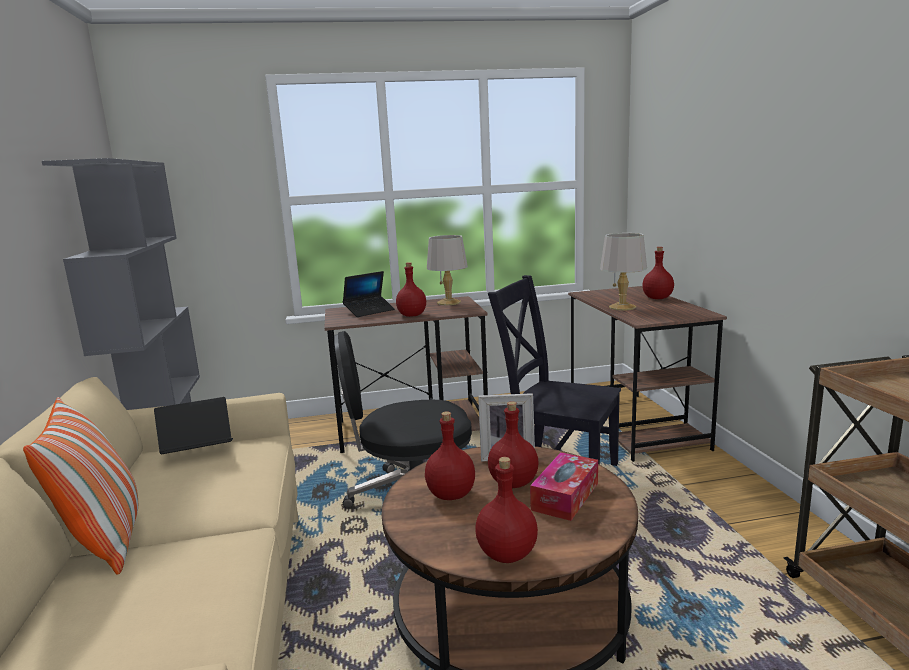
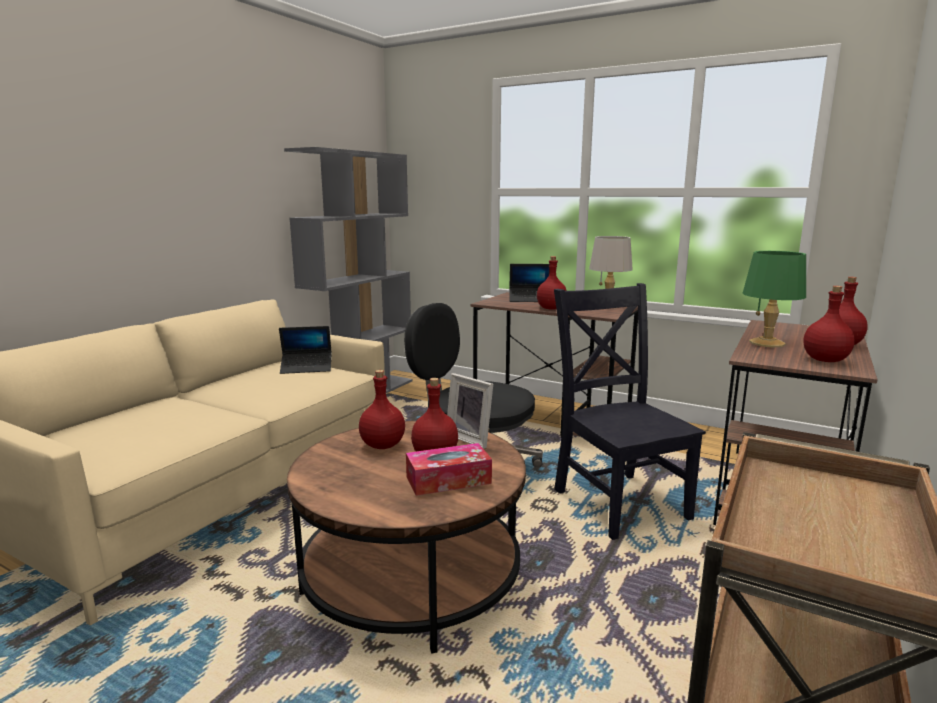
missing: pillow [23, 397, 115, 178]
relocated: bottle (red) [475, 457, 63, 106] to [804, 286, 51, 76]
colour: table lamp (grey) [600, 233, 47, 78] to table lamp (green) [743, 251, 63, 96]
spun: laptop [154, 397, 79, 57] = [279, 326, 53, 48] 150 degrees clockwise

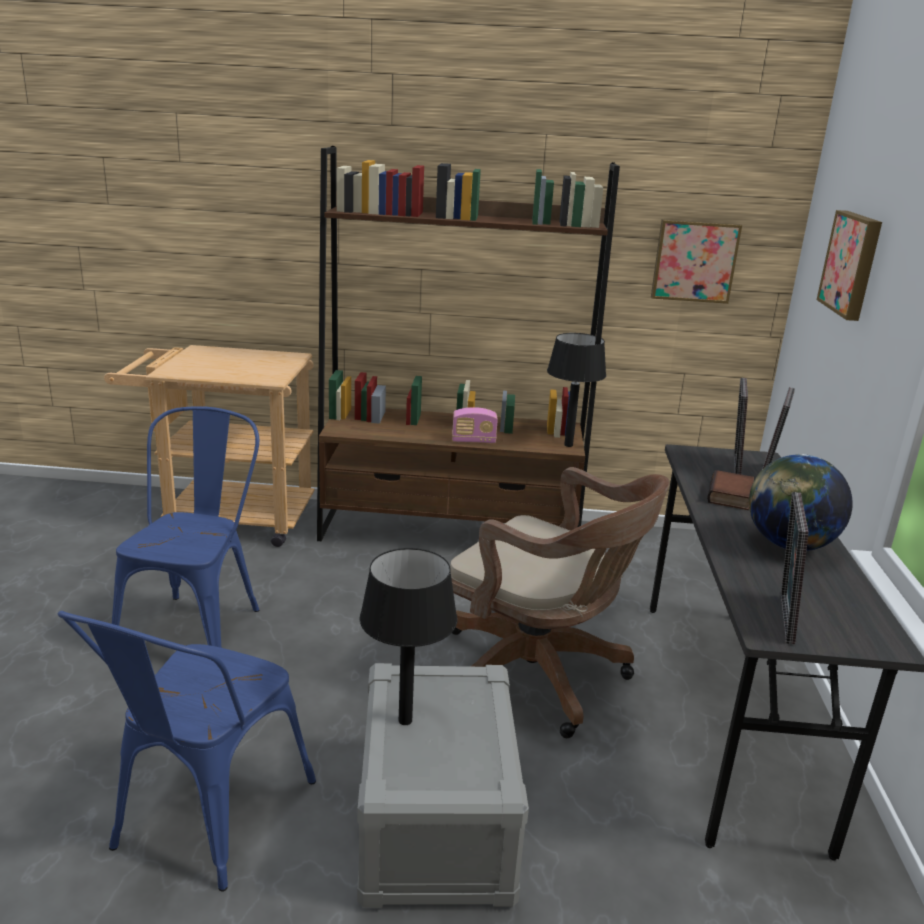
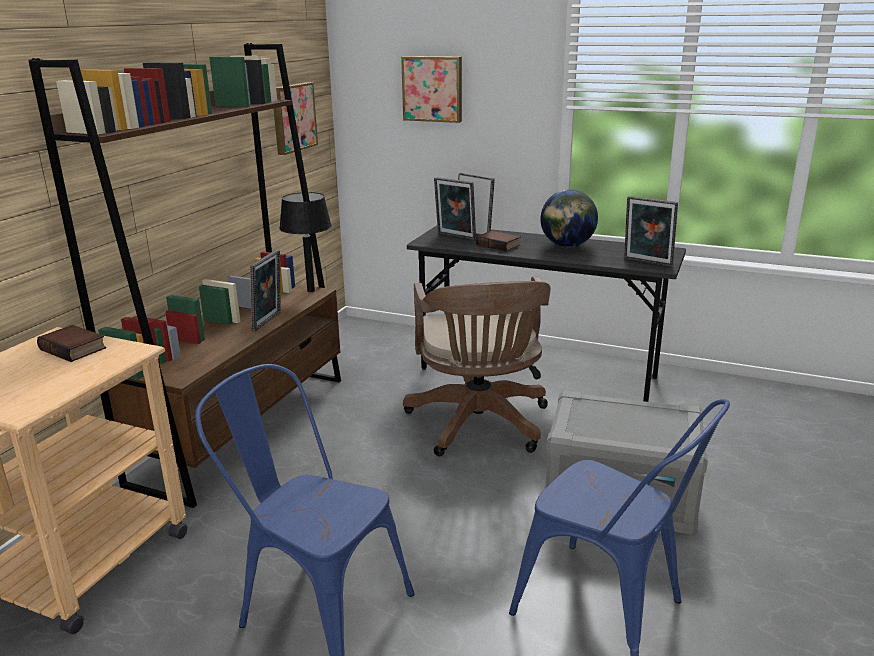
missing: table lamp (black) [359, 548, 98, 177]
appeared: book [37, 325, 69, 37]
exchanged: radio [452, 407, 46, 36] to picture frame [250, 250, 31, 81]
spun: office chair (brown) [450, 467, 220, 271] = [403, 276, 147, 181] 120 degrees clockwise

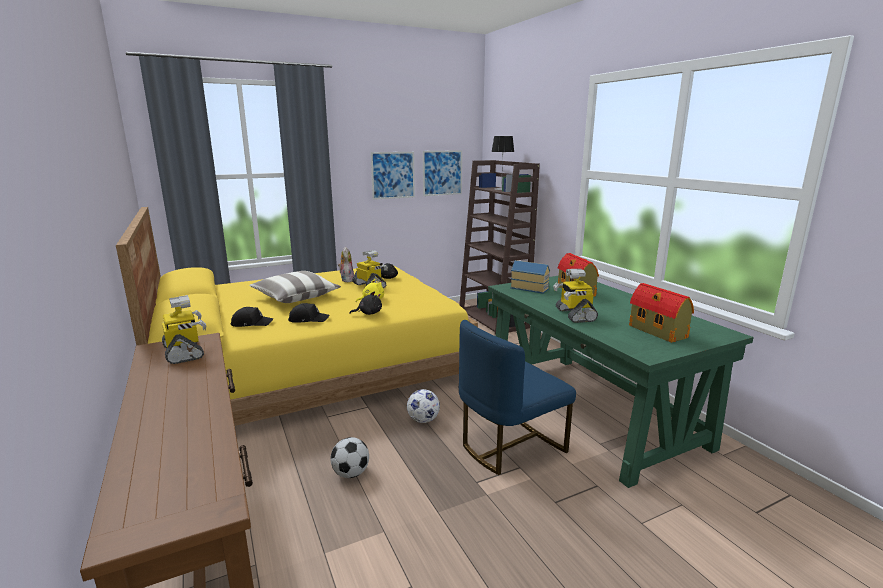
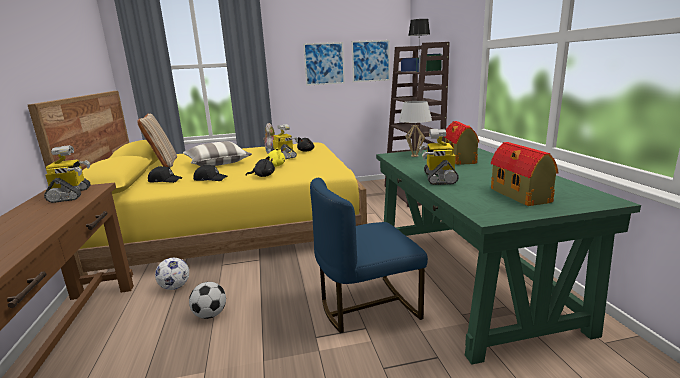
appeared: pillow (beige) [137, 114, 40, 54]
relocated: football [407, 389, 33, 34] to [155, 258, 34, 32]
exchanged: toy house [510, 260, 40, 34] to table lamp (white) [399, 101, 33, 56]

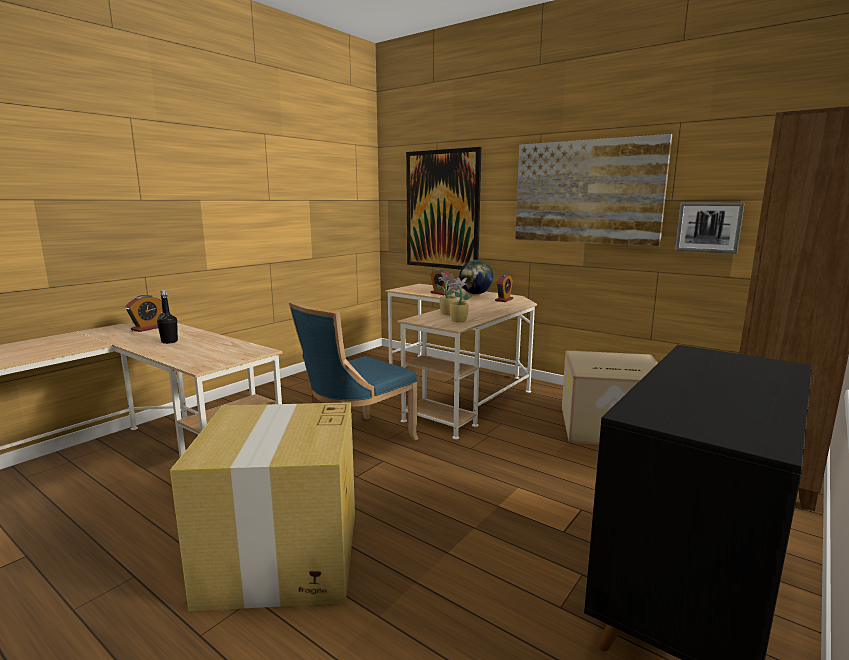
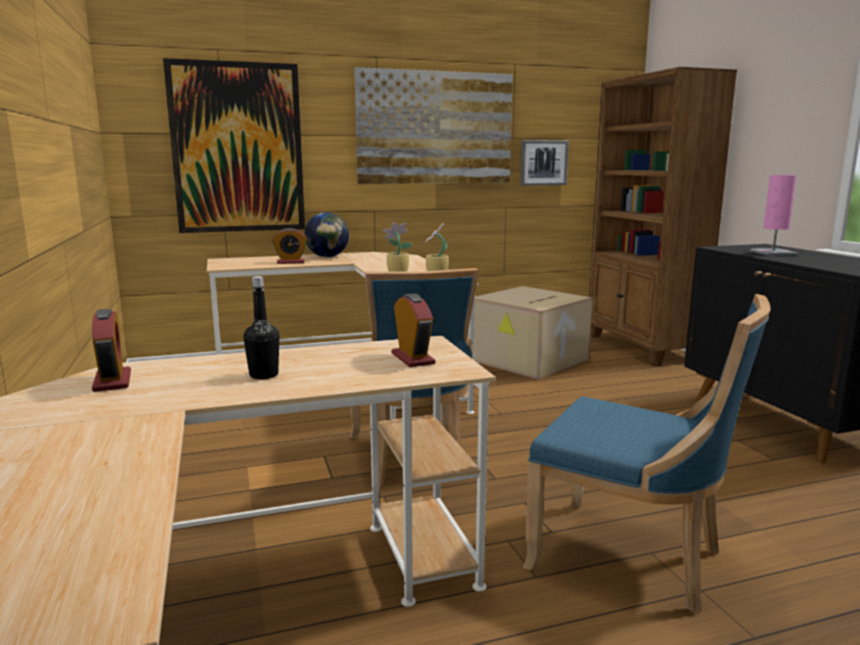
appeared: table lamp (pink) [750, 175, 47, 80]
relocated: alarm clock [495, 274, 18, 28] to [391, 293, 45, 74]
exchanged: cardboard box [170, 402, 185, 209] to chair (blue) [523, 294, 247, 320]

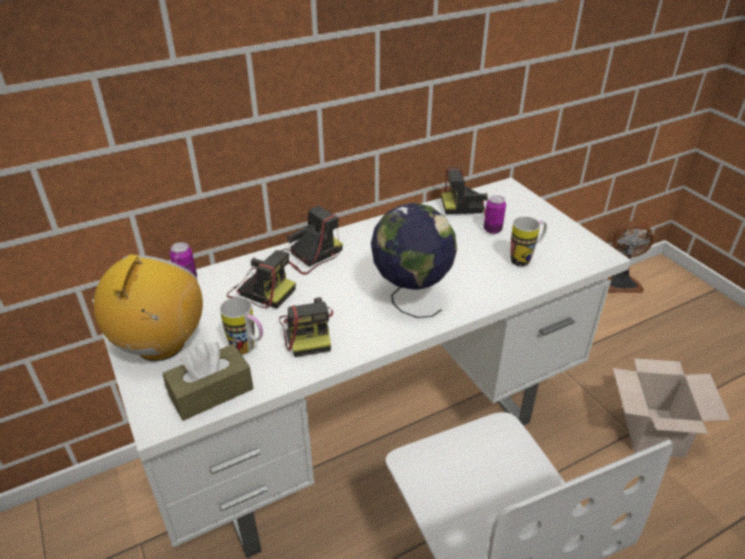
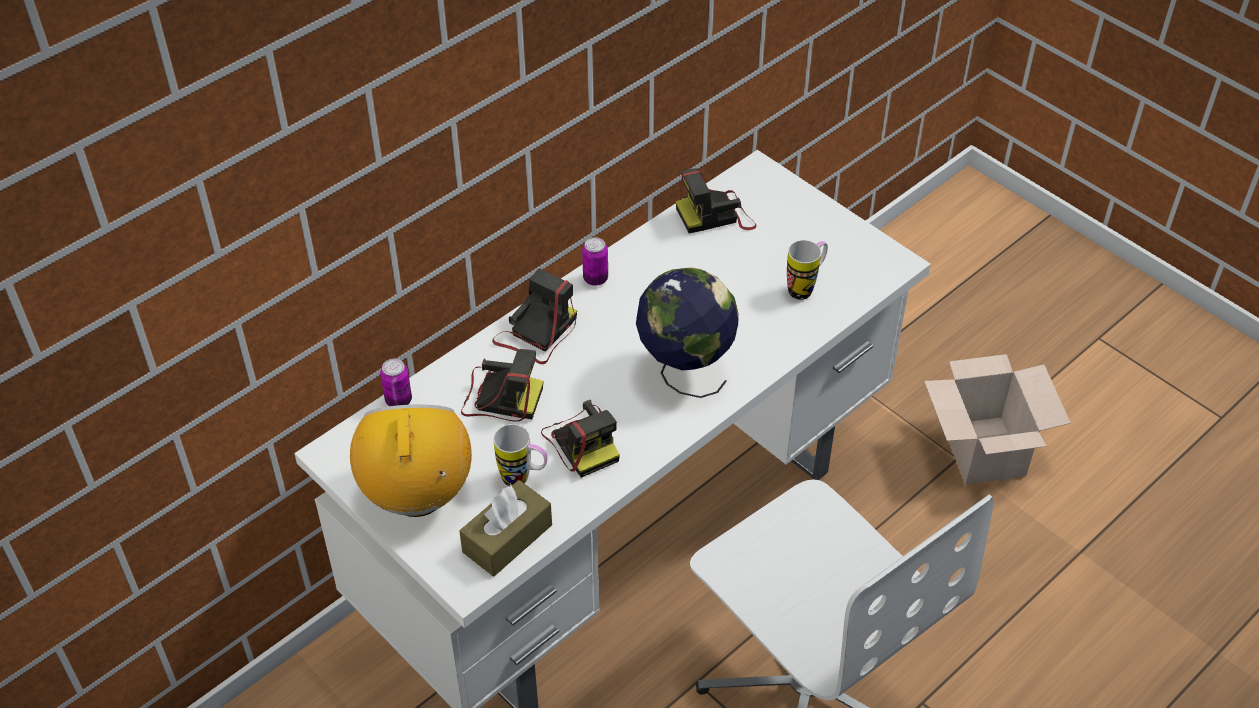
missing: fan [608, 221, 46, 72]
relocated: can [484, 195, 22, 39] to [582, 237, 26, 49]

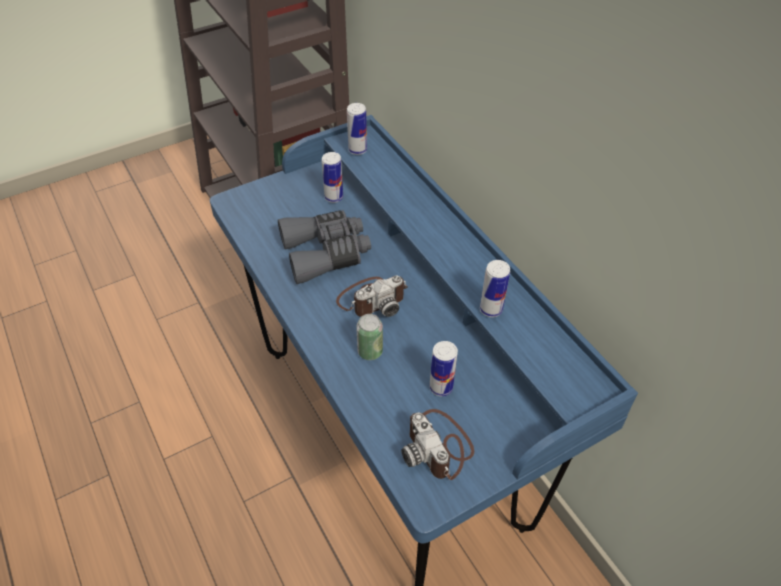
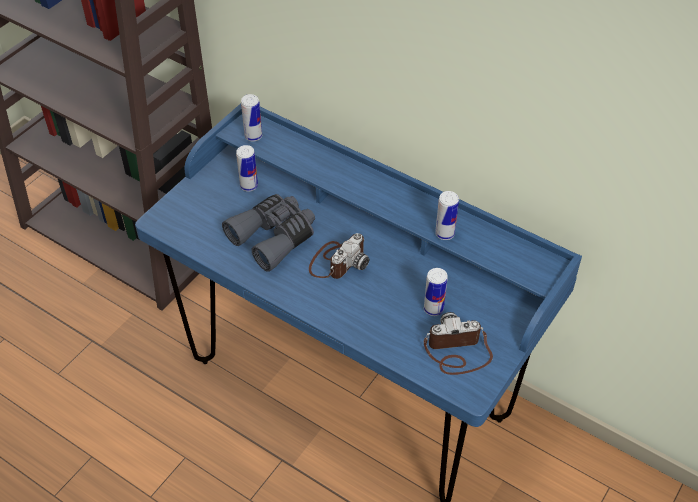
missing: can [356, 314, 27, 46]
spun: photo camera [401, 409, 73, 71] = [424, 312, 69, 63] 135 degrees clockwise

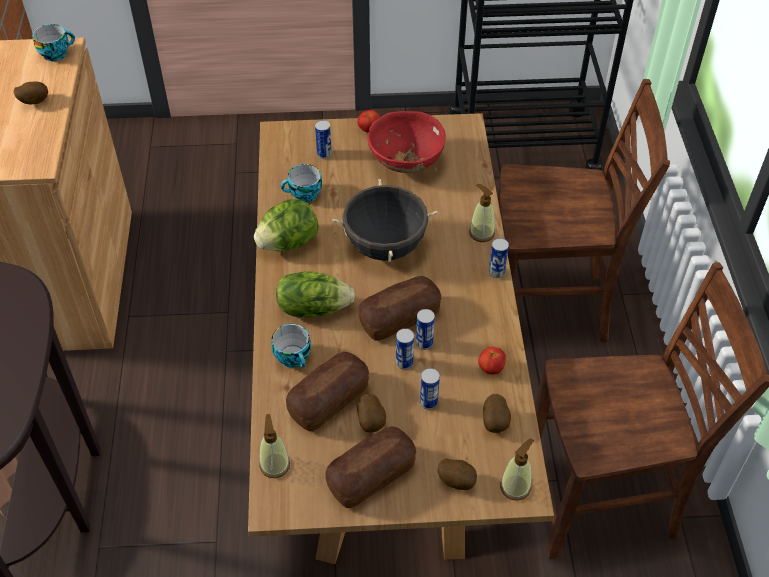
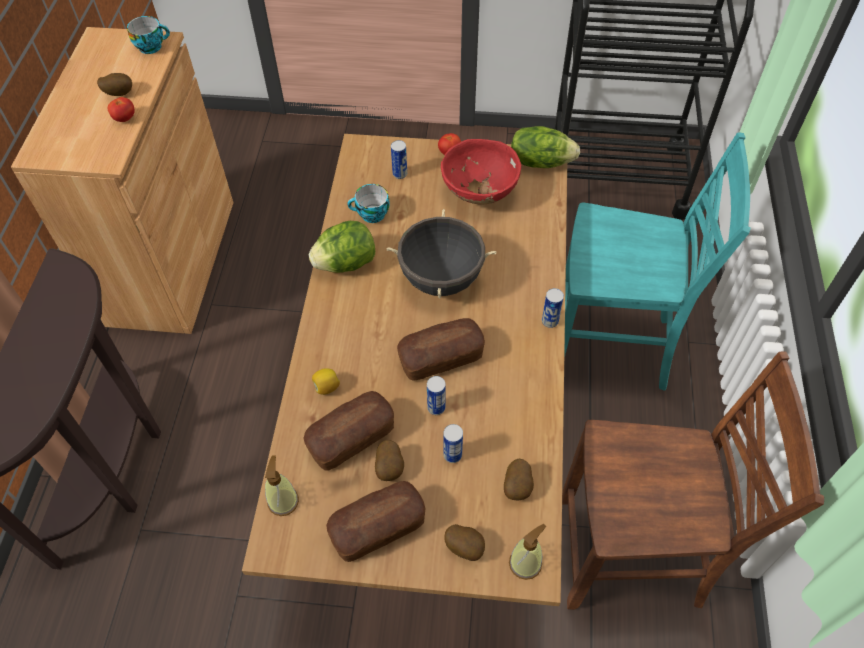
missing: soap dispenser [469, 184, 26, 58]; can [416, 309, 19, 41]
relocated: lettuce [276, 271, 79, 47] to [511, 126, 69, 42]; tomato [478, 347, 28, 28] to [108, 97, 27, 25]
exchanged: cup [271, 324, 40, 44] to lemon [312, 368, 28, 27]
colour: chair (brown) [497, 79, 173, 264] to chair (turquoise) [564, 132, 187, 259]

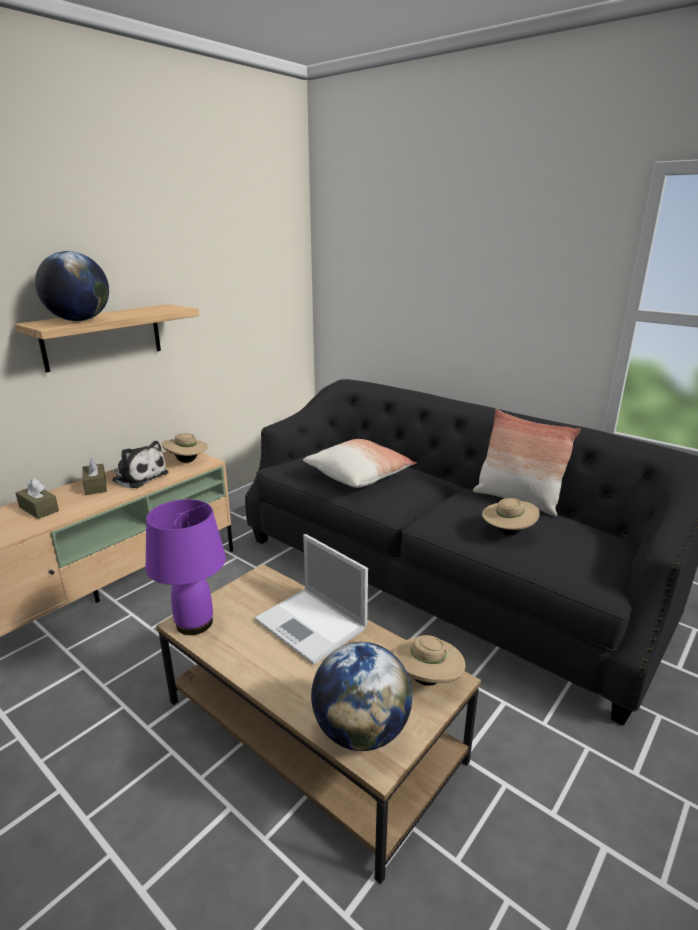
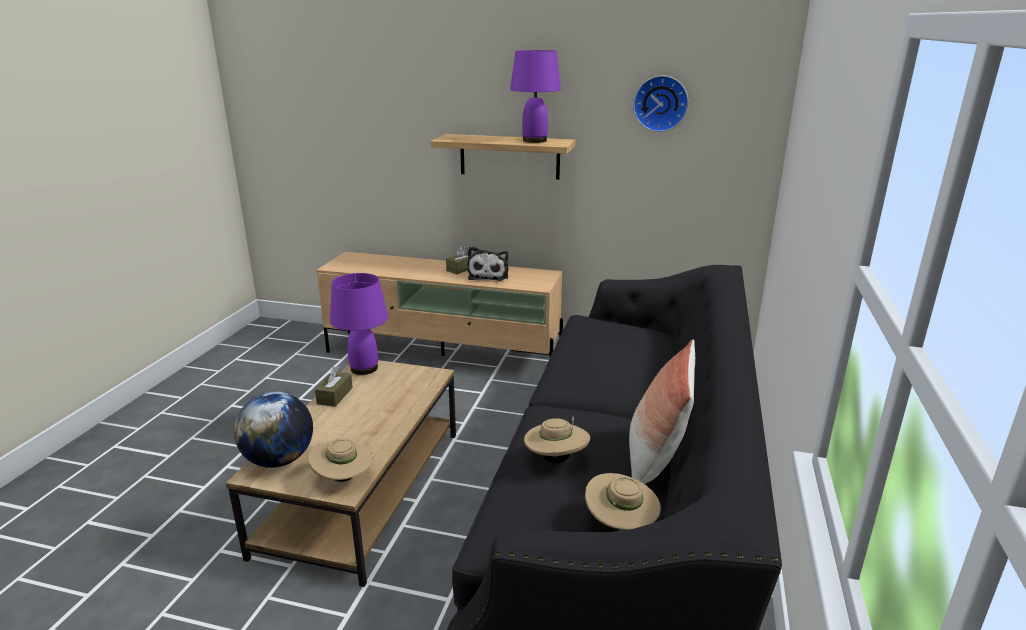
missing: globe [35, 251, 74, 70]; pillow [303, 439, 114, 49]; laptop [255, 534, 113, 131]
appeared: table lamp (purple) [510, 50, 51, 93]; wall clock [633, 75, 56, 57]
relocated: hat (beige) [162, 433, 46, 30] to [585, 473, 76, 57]; tissue box (brown) [16, 478, 43, 41] to [315, 366, 38, 41]

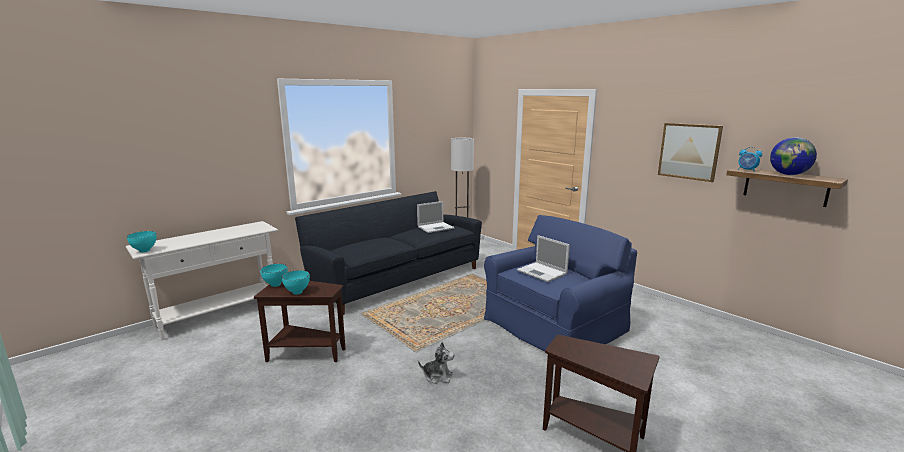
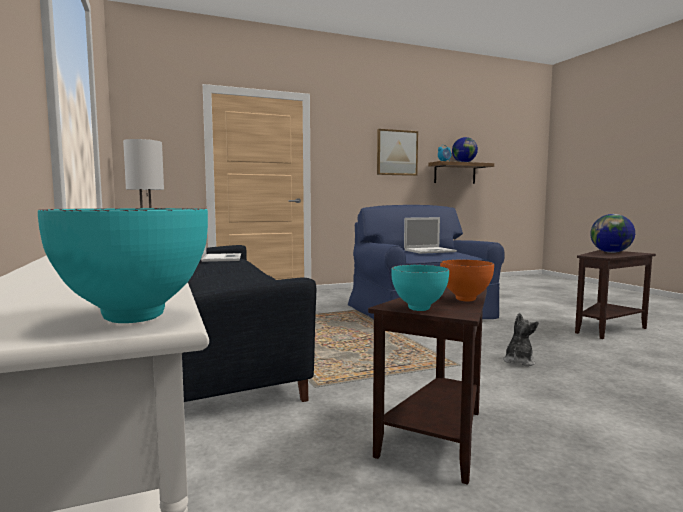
appeared: globe [590, 214, 45, 39]
colour: bowl (turquoise) [282, 270, 28, 25] to bowl (orange) [440, 259, 54, 42]

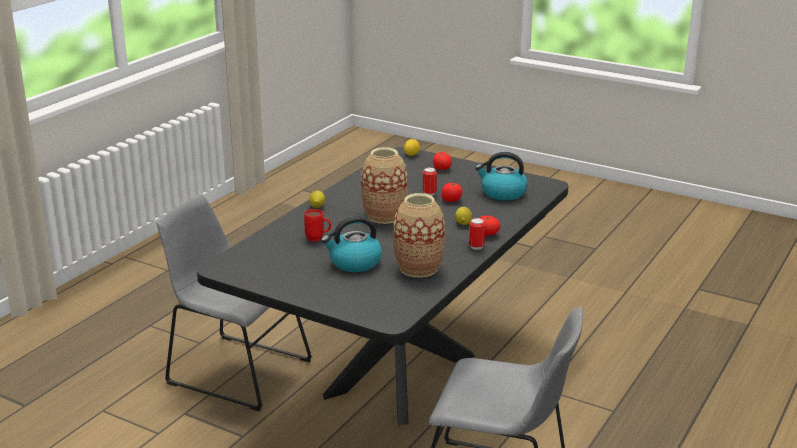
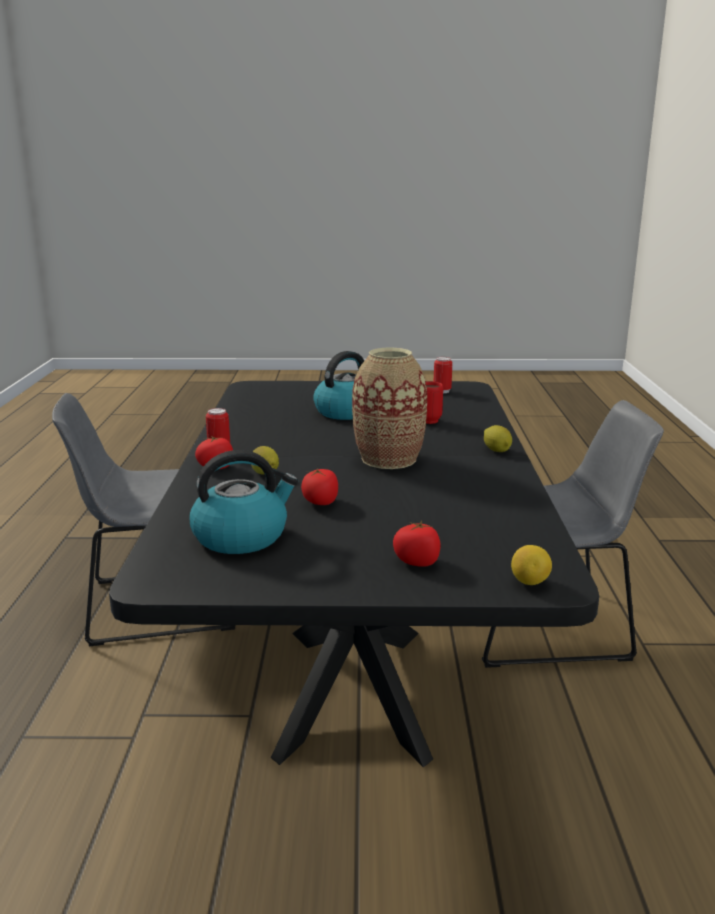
missing: vase [393, 193, 52, 85]
relocated: can [423, 167, 14, 29] to [434, 357, 18, 36]

